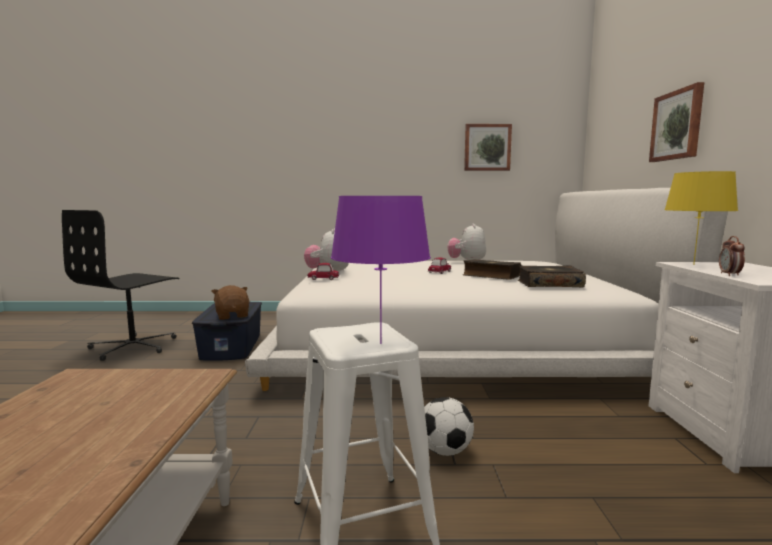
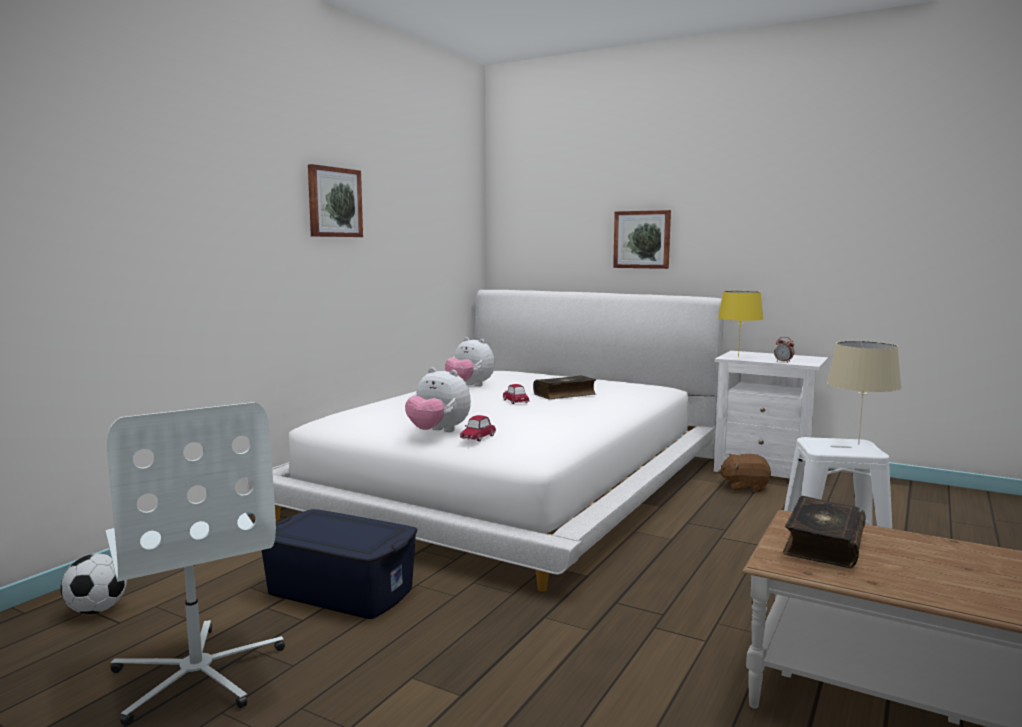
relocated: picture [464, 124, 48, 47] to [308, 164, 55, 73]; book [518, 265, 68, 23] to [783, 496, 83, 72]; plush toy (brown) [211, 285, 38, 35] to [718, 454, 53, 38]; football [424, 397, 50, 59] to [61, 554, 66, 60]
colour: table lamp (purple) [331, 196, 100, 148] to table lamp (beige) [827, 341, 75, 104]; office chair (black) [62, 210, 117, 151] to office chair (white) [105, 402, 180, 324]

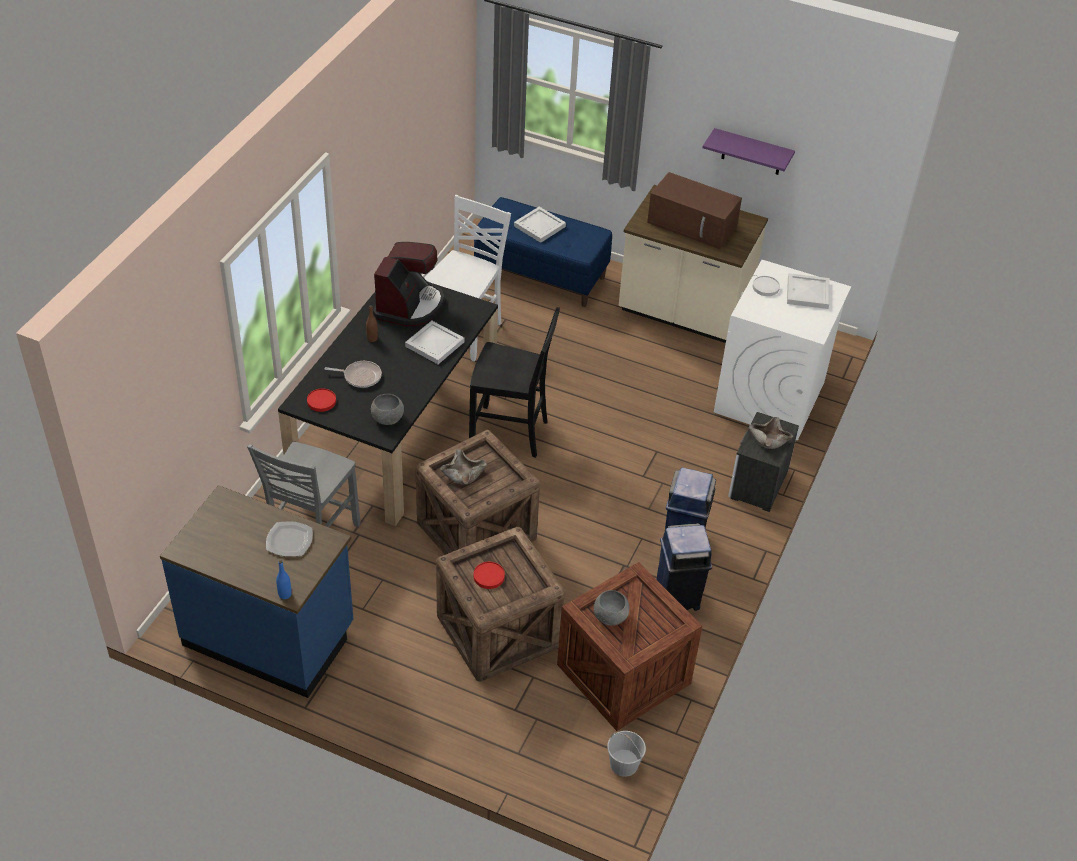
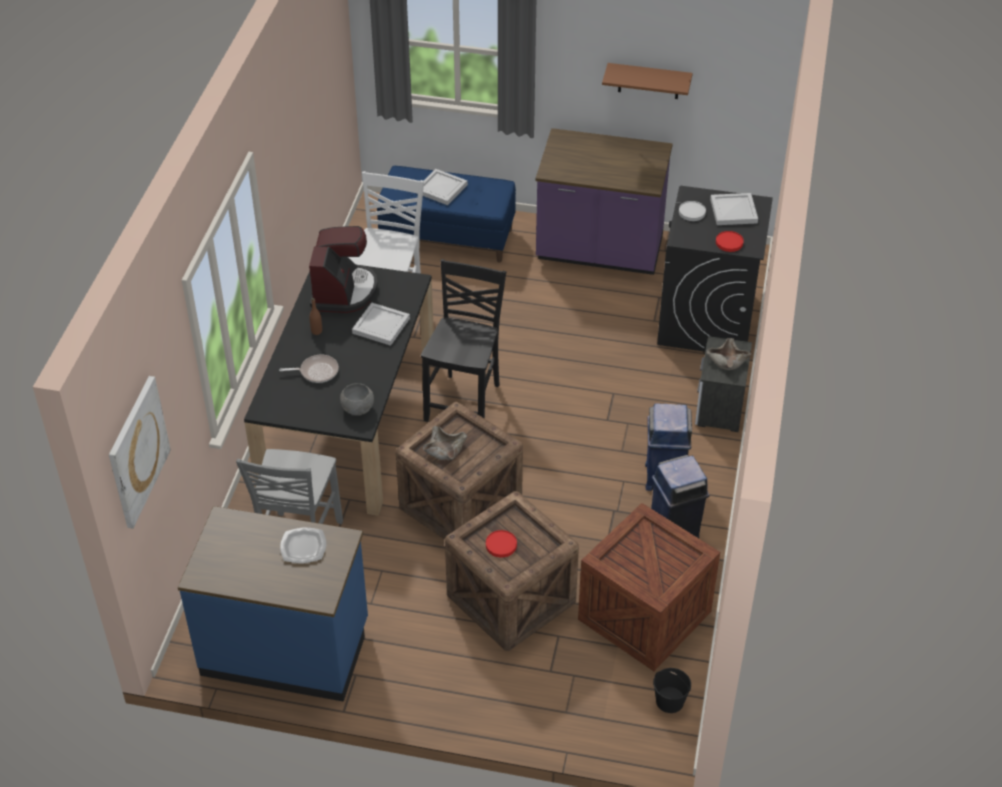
missing: microwave (brown) [647, 172, 95, 77]; bottle (blue) [276, 560, 16, 39]; bowl (grey) [594, 590, 35, 36]
appeared: picture [109, 376, 62, 153]
relocated: plate (red) [307, 388, 29, 24] to [716, 231, 28, 21]
colour: shelf (purple) [702, 128, 93, 47] to shelf (brown) [602, 63, 91, 36]; counter (beige) [619, 185, 149, 158] to counter (purple) [536, 128, 137, 147]; washing machine (white) [714, 260, 137, 181] to washing machine (black) [657, 186, 116, 166]; bucket (white) [607, 731, 39, 46] to bucket (black) [653, 668, 38, 45]
spun: chair (black) [469, 307, 91, 151] = [421, 259, 85, 163] 75 degrees counterclockwise

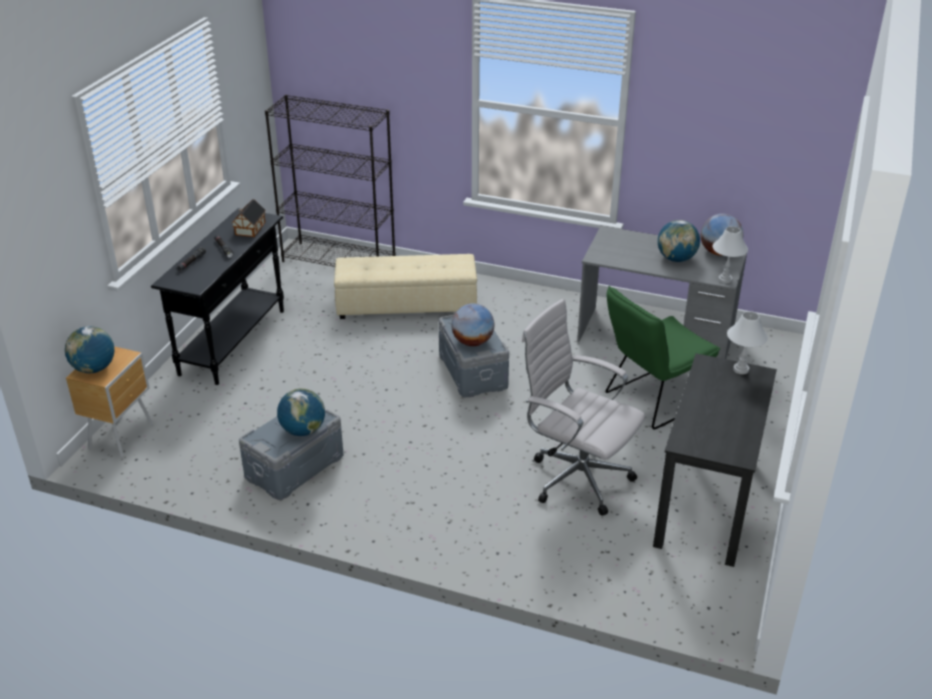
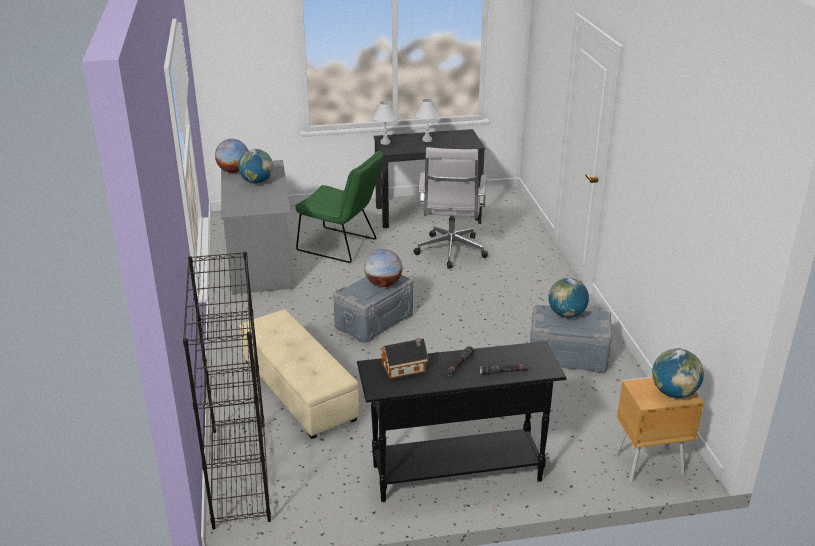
relocated: table lamp (white) [713, 226, 35, 57] to [415, 99, 25, 43]

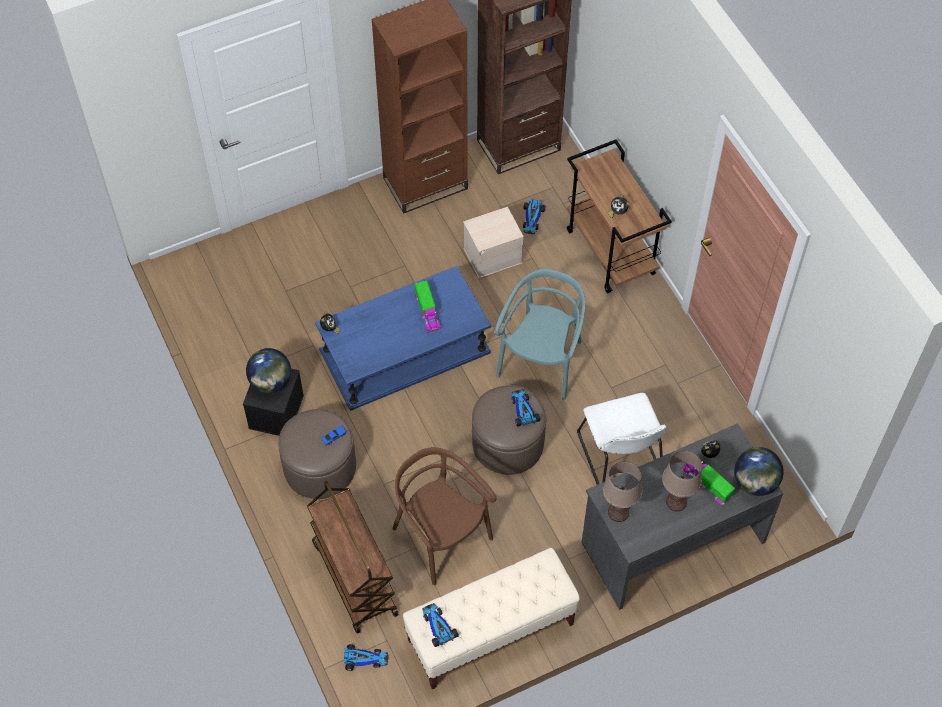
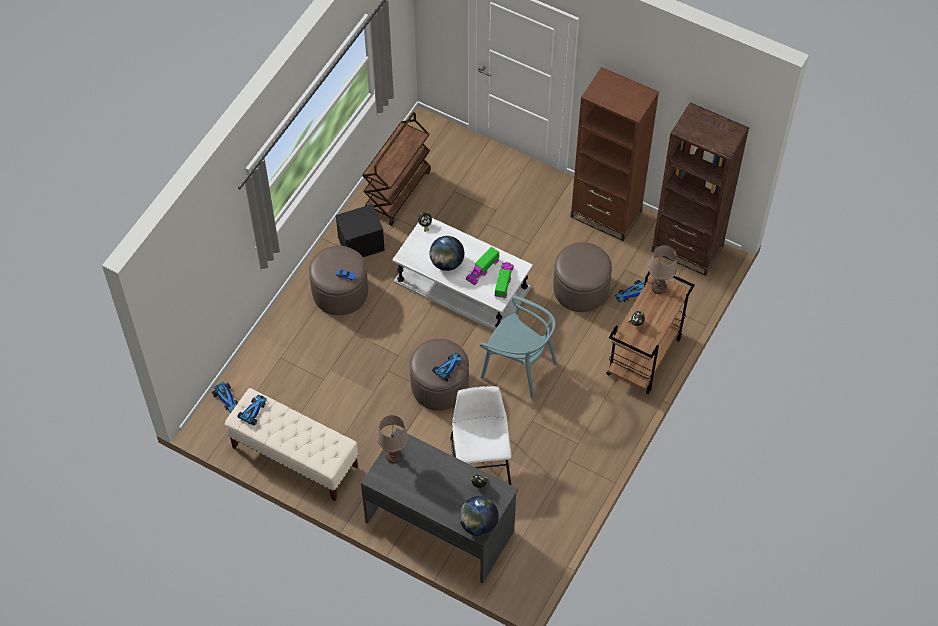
missing: chair (brown) [393, 447, 103, 138]
relocated: globe [246, 348, 45, 45] to [430, 236, 34, 35]; table lamp (brown) [662, 451, 40, 60] to [648, 245, 29, 49]; toy truck [682, 461, 53, 44] to [494, 262, 20, 37]; cart (brown) [307, 481, 91, 153] to [362, 112, 69, 114]
exchanged: storage box (beige) [463, 207, 61, 72] to ottoman (brown) [553, 242, 59, 70]
colour: coffee table (blue) [315, 266, 176, 145] to coffee table (white) [392, 218, 141, 113]
spun: chair (turquoise) [495, 269, 90, 131] = [480, 296, 77, 103] 45 degrees clockwise; chair (white) [577, 393, 90, 92] = [450, 386, 62, 99] 135 degrees clockwise

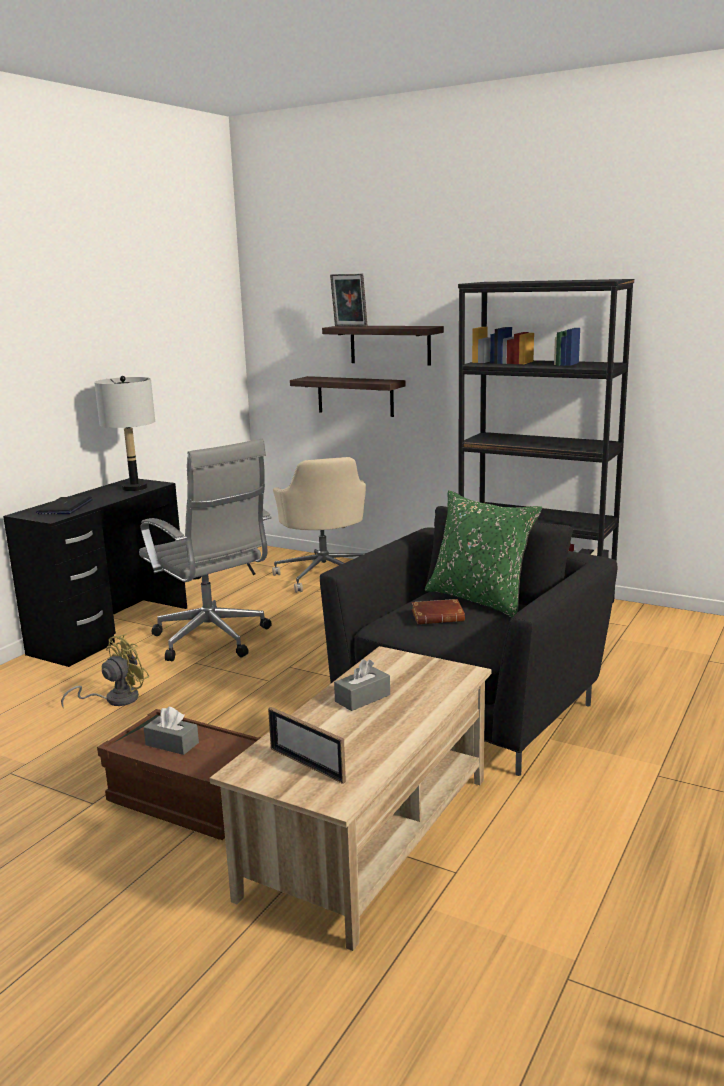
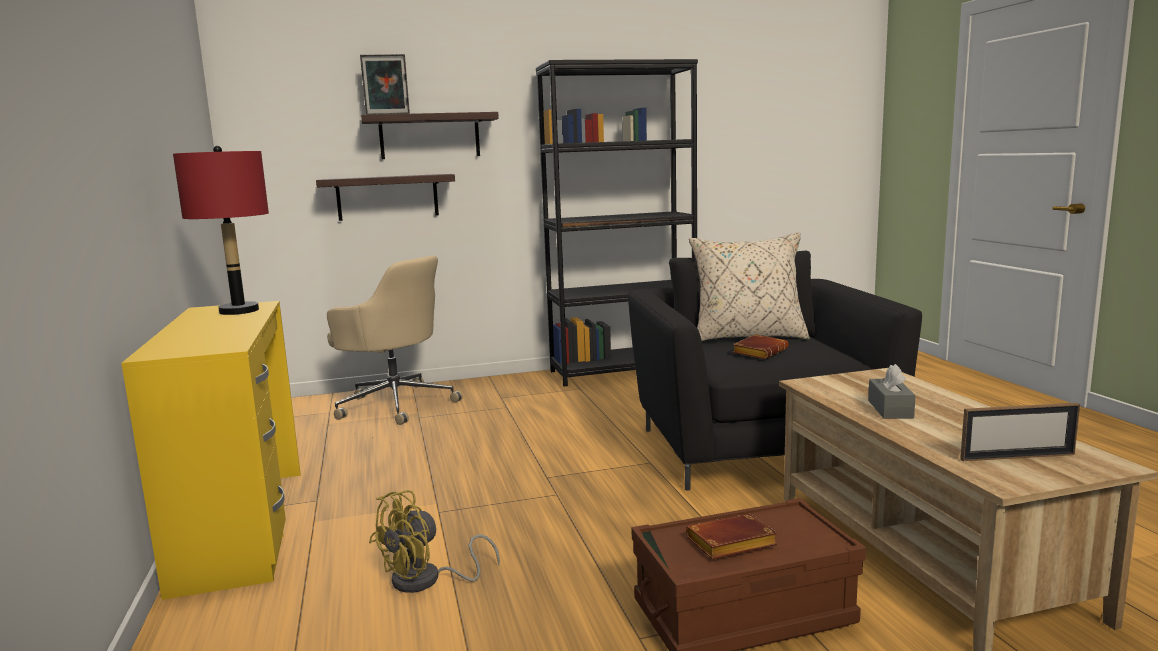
missing: office chair (grey) [139, 439, 133, 222]; laptop [36, 496, 57, 18]
exchanged: tissue box (grey) [143, 707, 56, 48] to book (brown) [686, 513, 92, 46]
colour: table lamp (grey) [94, 376, 61, 115] to table lamp (red) [173, 146, 96, 169]; desk (black) [3, 478, 184, 189] to desk (yellow) [121, 301, 180, 299]; pillow (green) [425, 490, 117, 128] to pillow (beige) [689, 232, 121, 109]
spun: fan (yellow) [61, 634, 89, 74] = [369, 490, 131, 103] 135 degrees counterclockwise

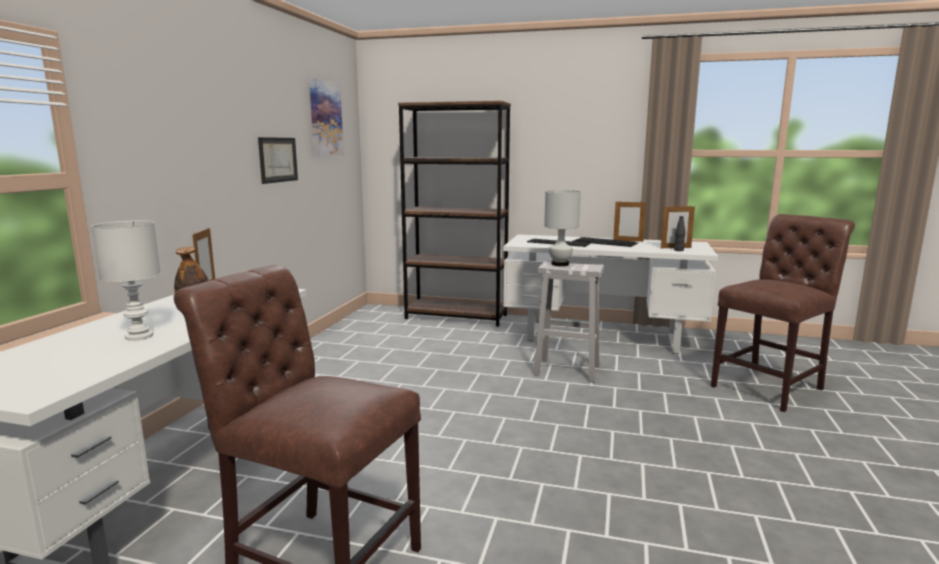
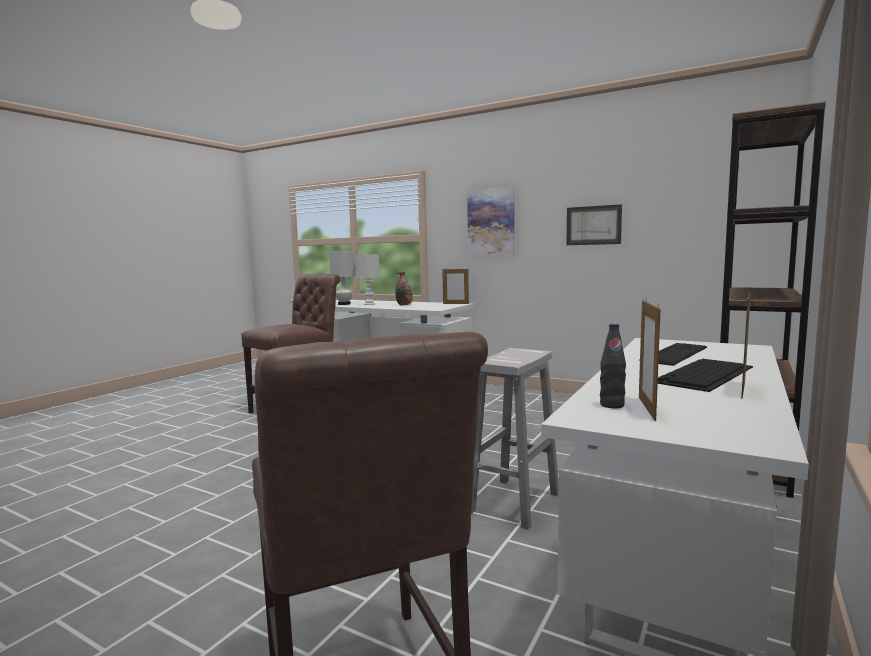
relocated: picture [309, 78, 35, 78] to [467, 187, 48, 69]; table lamp (white) [544, 190, 37, 76] to [329, 251, 26, 54]

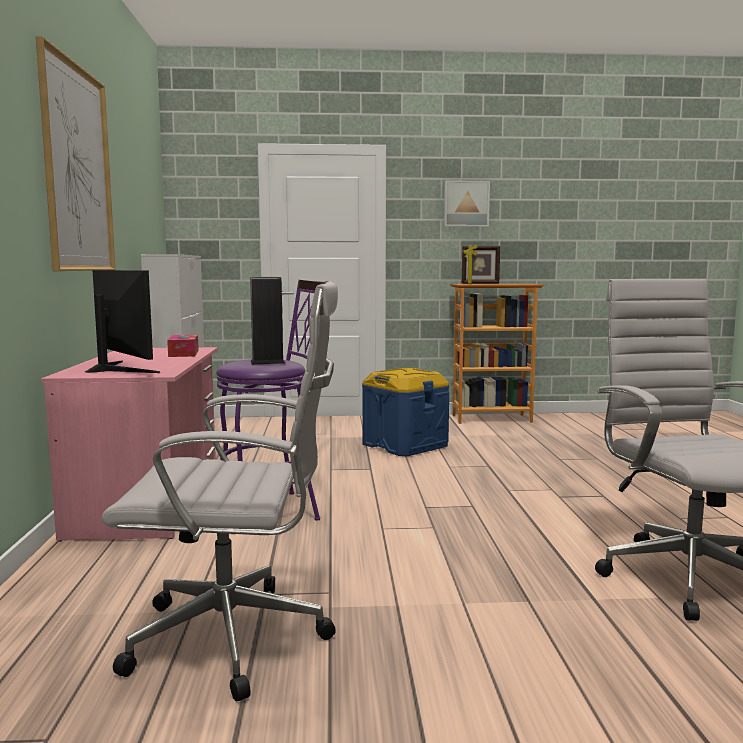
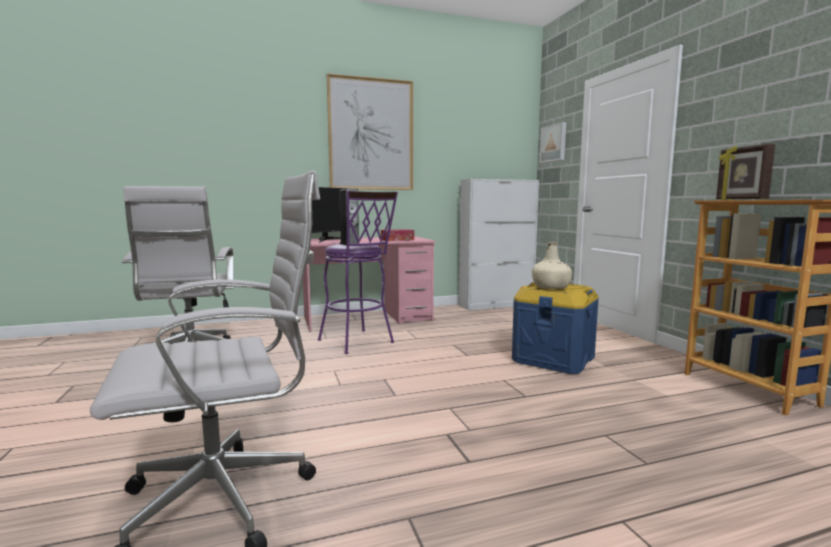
appeared: bottle (beige) [532, 242, 40, 47]
relocated: picture [444, 181, 46, 46] to [540, 122, 26, 41]

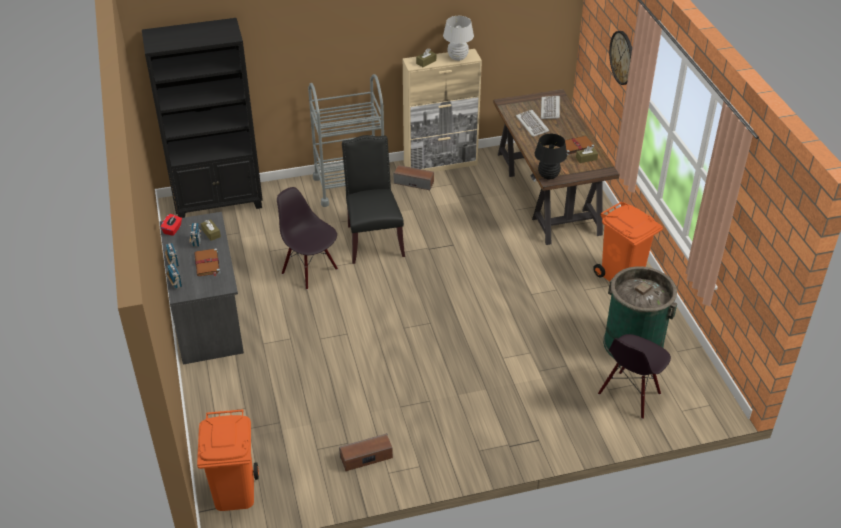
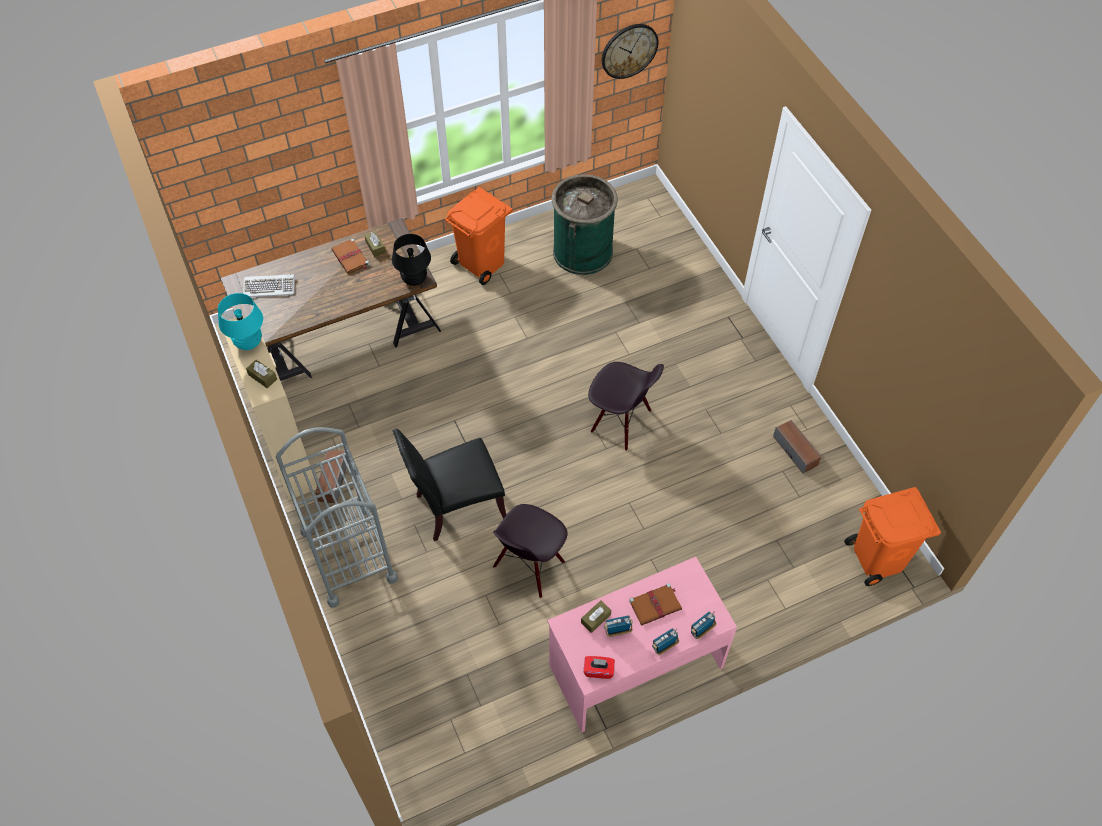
missing: bookcase (black) [142, 18, 121, 200]; keyboard [516, 110, 33, 27]
relocated: wall clock [609, 31, 23, 54] to [602, 24, 57, 55]; chair (black) [598, 334, 73, 85] to [588, 362, 76, 89]
colour: table lamp (white) [443, 16, 31, 45] to table lamp (turquoise) [218, 293, 45, 57]; desk (grey) [160, 212, 84, 152] to desk (pink) [547, 557, 190, 175]

